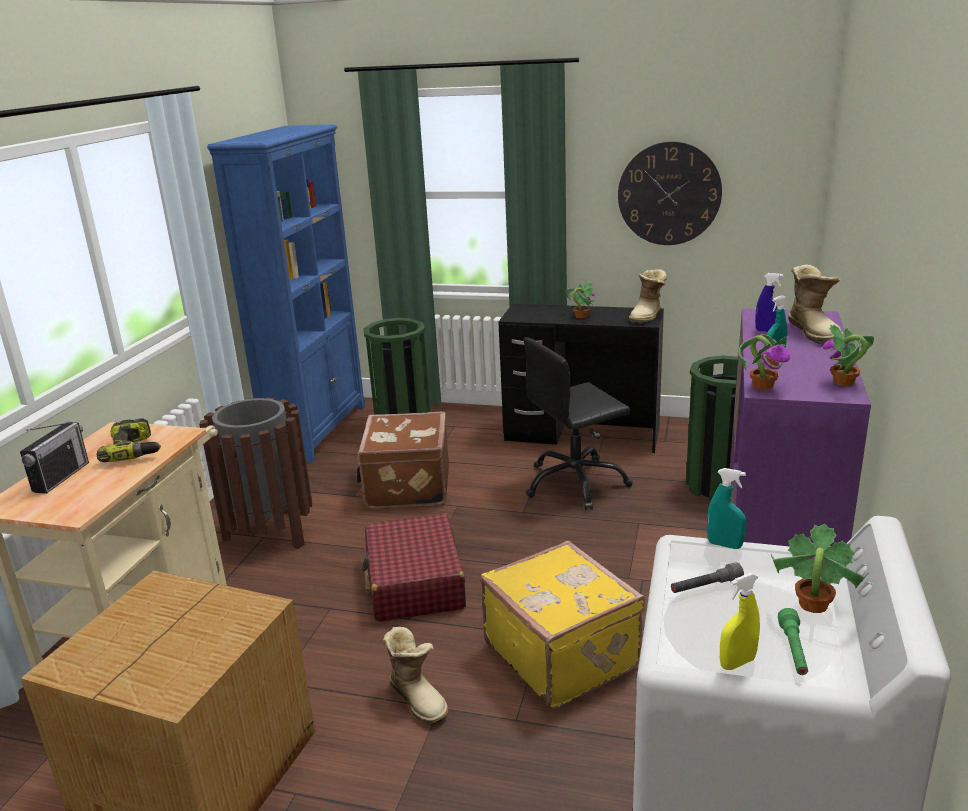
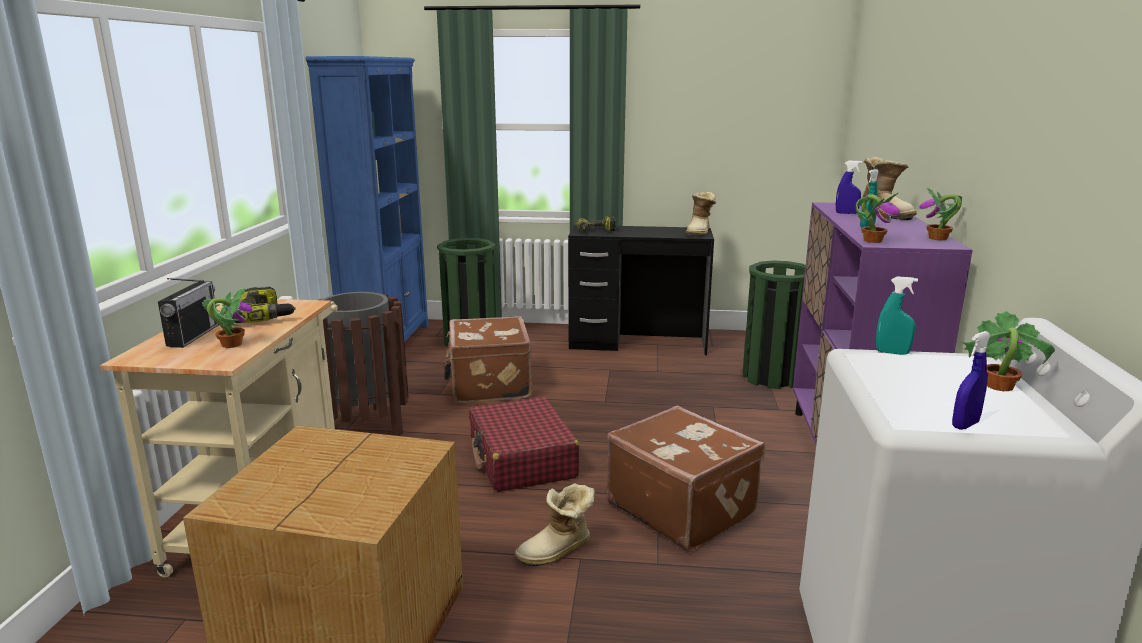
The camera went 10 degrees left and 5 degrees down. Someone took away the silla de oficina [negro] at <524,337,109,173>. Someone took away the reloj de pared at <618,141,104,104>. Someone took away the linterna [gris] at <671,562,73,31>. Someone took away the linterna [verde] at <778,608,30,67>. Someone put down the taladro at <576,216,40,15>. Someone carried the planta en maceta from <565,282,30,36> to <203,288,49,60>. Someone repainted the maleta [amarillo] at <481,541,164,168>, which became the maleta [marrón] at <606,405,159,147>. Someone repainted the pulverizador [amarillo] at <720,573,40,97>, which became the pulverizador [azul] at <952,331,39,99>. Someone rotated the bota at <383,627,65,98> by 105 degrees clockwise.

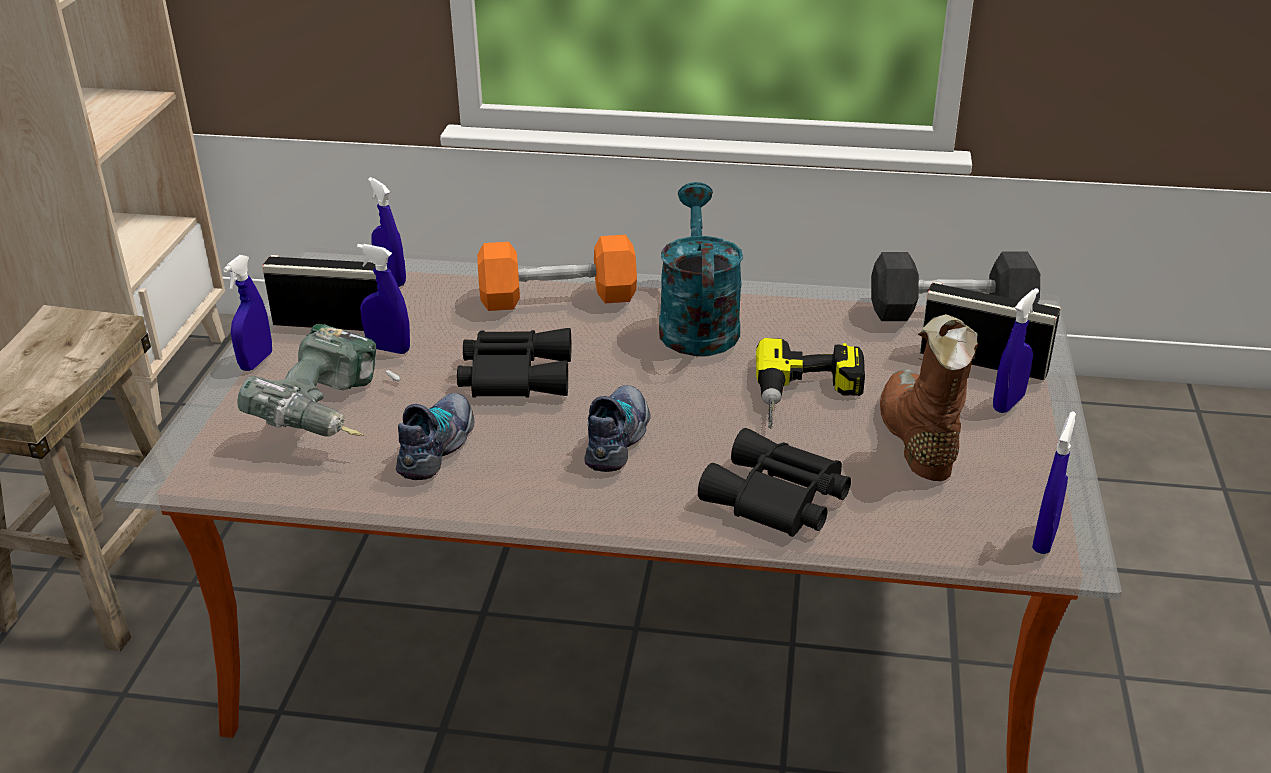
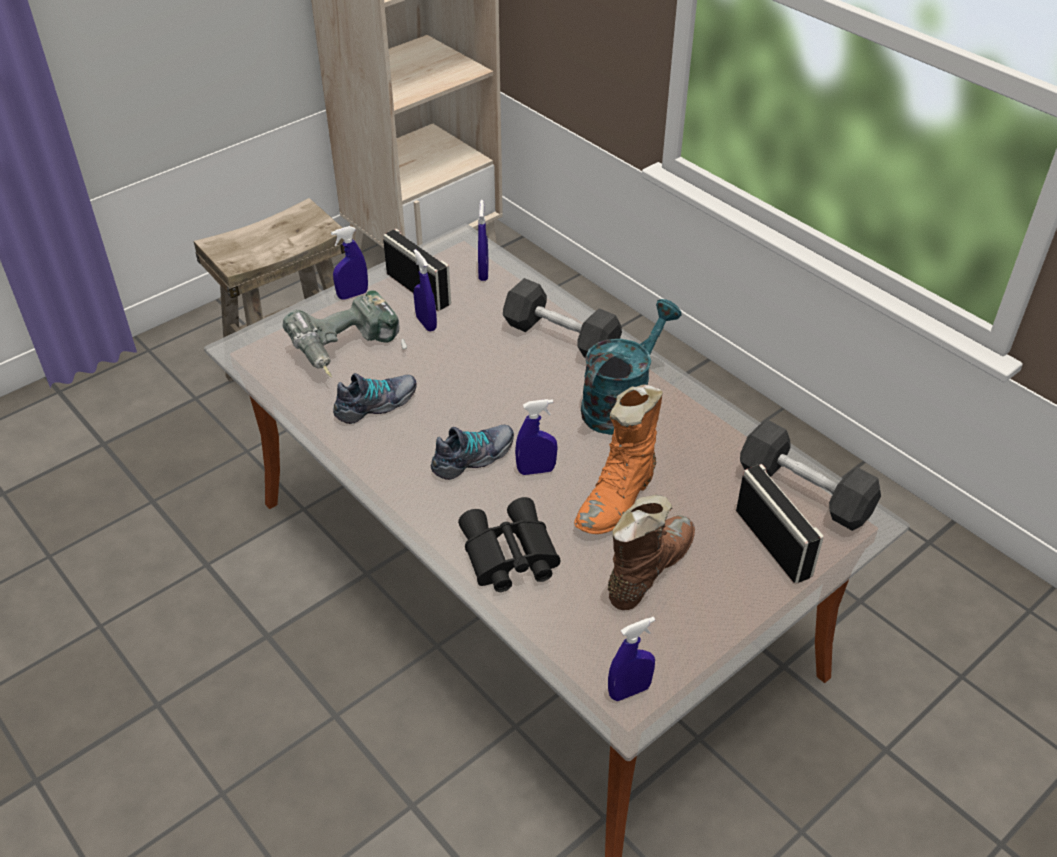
The camera went 40 degrees right and 10 degrees up. Someone took away the prismáticos [negro] at <457,328,114,70>. Someone carried the pulverizador [azul] from <993,288,46,125> to <515,399,43,76>. Someone swapped the taladro at <756,338,109,91> for the bota [naranja] at <574,384,89,150>. Someone repainted the mancuerna [naranja] at <477,235,160,76>, which became the mancuerna [negro] at <503,278,119,79>.

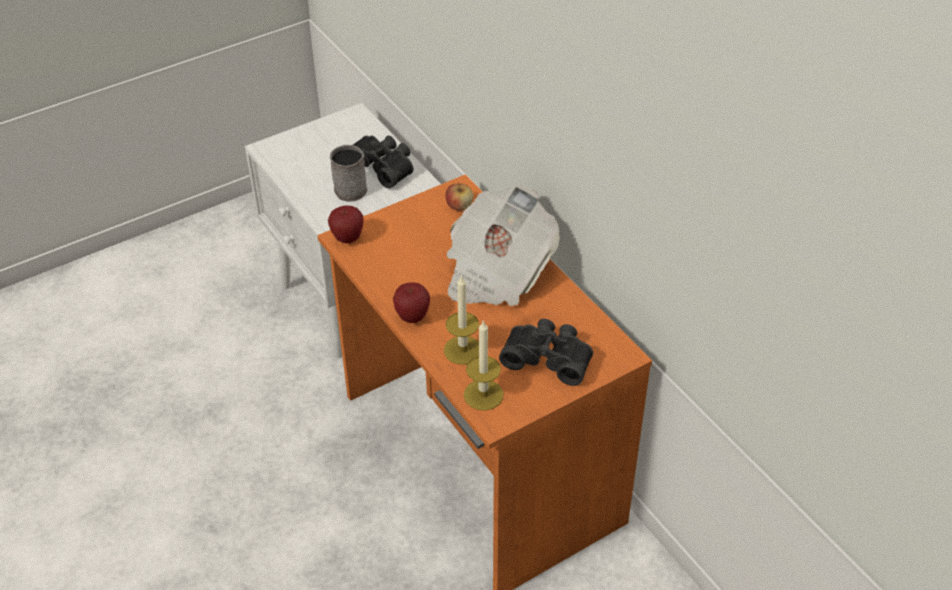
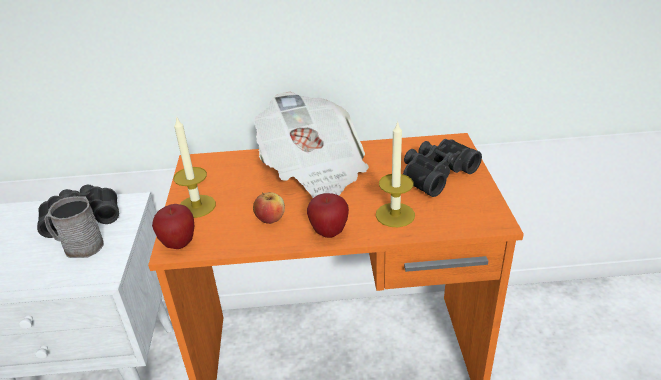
The camera went 60 degrees left and 10 degrees down. Someone carried the manzana from <445,182,28,29> to <253,192,32,32>. Someone carried the vela from <464,320,40,91> to <173,116,43,102>.

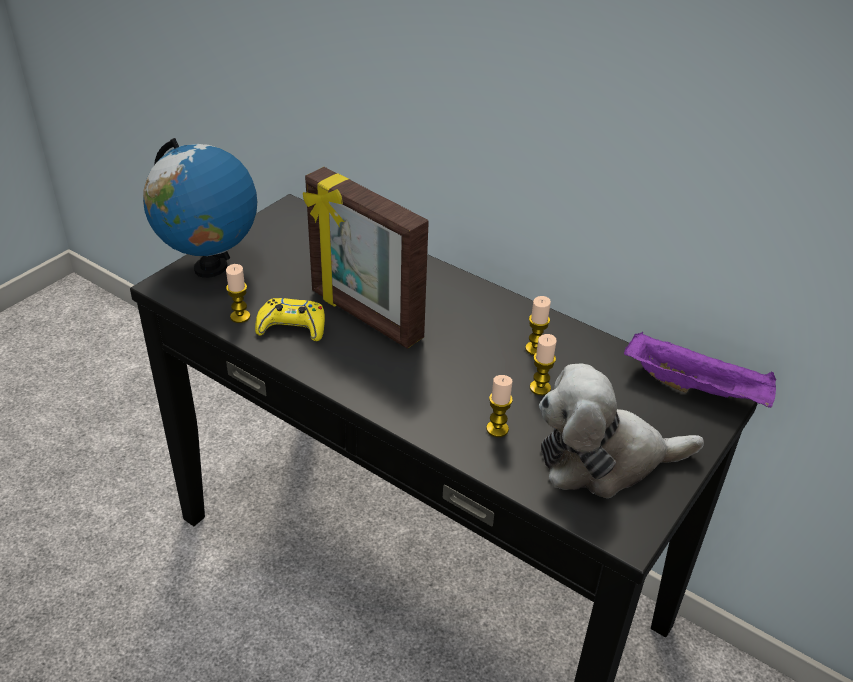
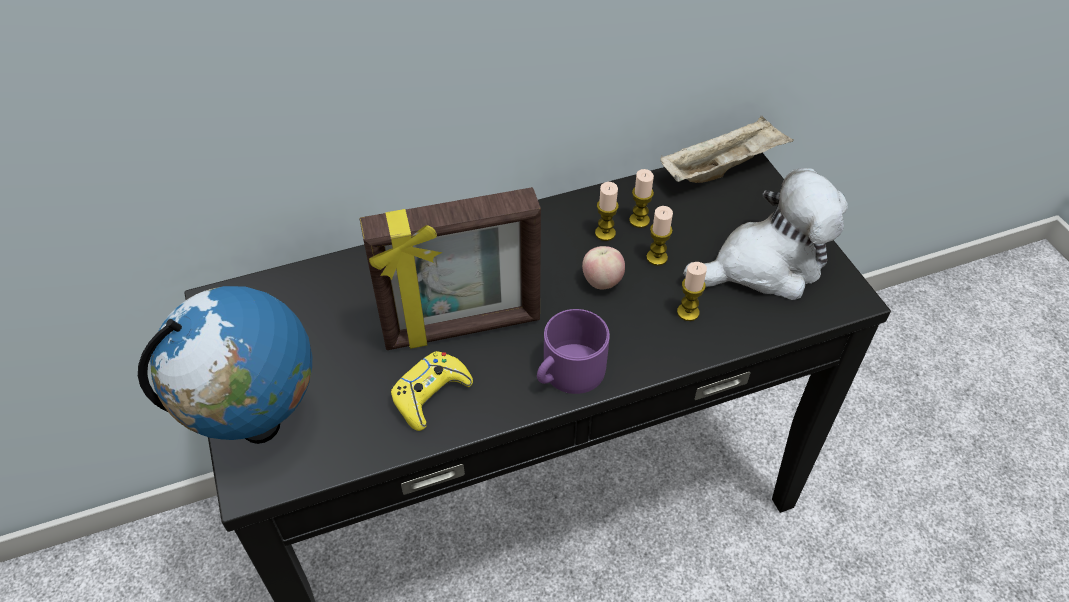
The camera went 55 degrees left and 10 degrees up. Someone put down the taza grande [morado] at <537,309,73,85>. Someone put down the manzana at <582,246,43,43>. Someone carried the vela from <226,264,24,59> to <629,169,25,59>. Someone repainted the bandeja [morado] at <624,332,152,76>, which became the bandeja [beis] at <660,116,134,67>. Someone rotated the peluche at <539,364,165,134> by 135 degrees counterclockwise.

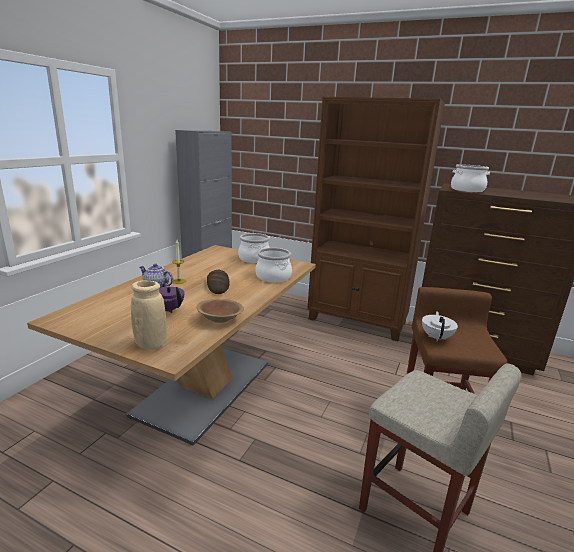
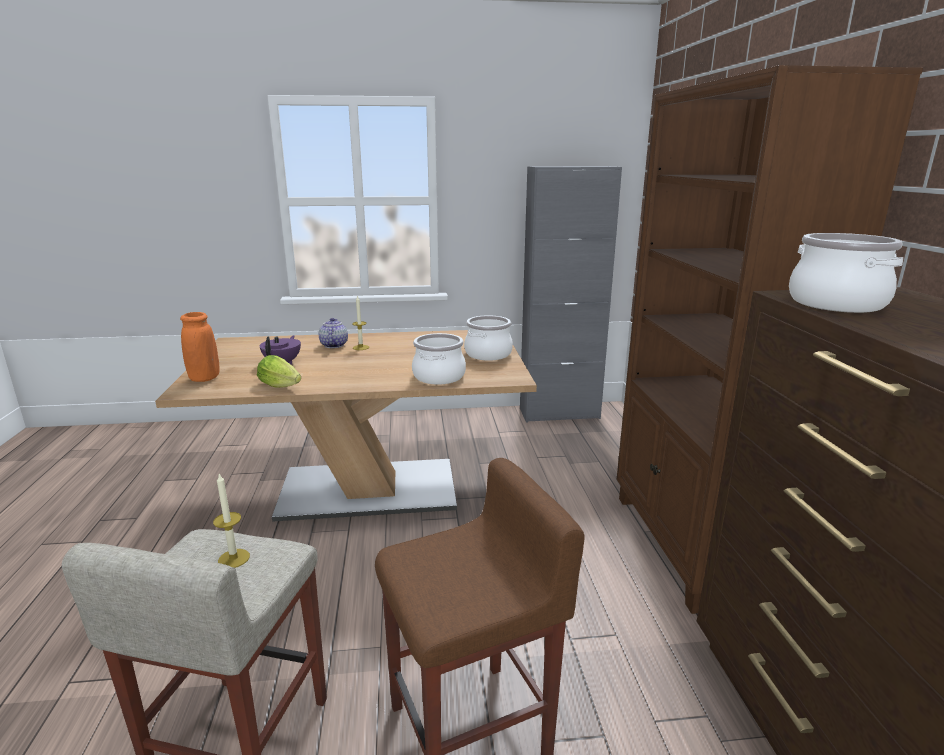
The camera went 60 degrees right and 0 degrees up. Someone took away the pan at <207,270,23,24>. Someone took away the tetera [blanco] at <422,311,36,31>. Someone put down the vela at <213,474,37,94>. Someone swapped the cuenco [marrón] at <196,299,48,24> for the lechuga at <257,355,44,33>. Someone repainted the florero [beis] at <131,280,36,70>, which became the florero [naranja] at <180,312,40,70>.

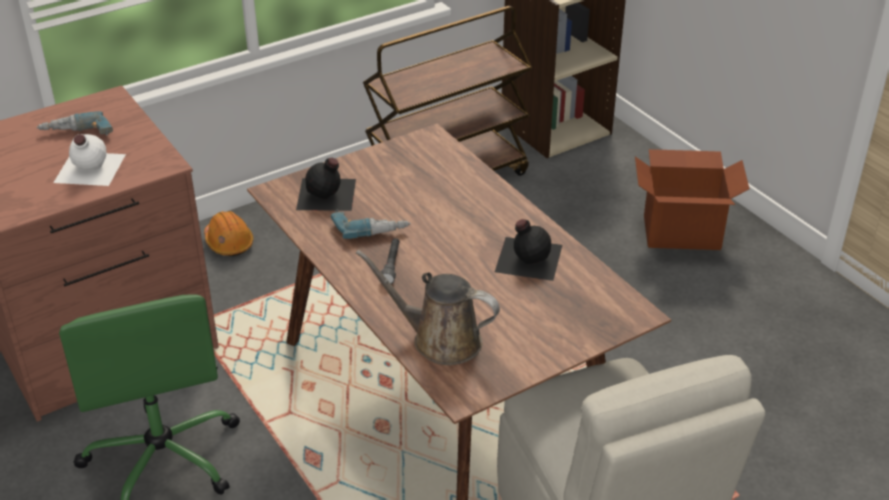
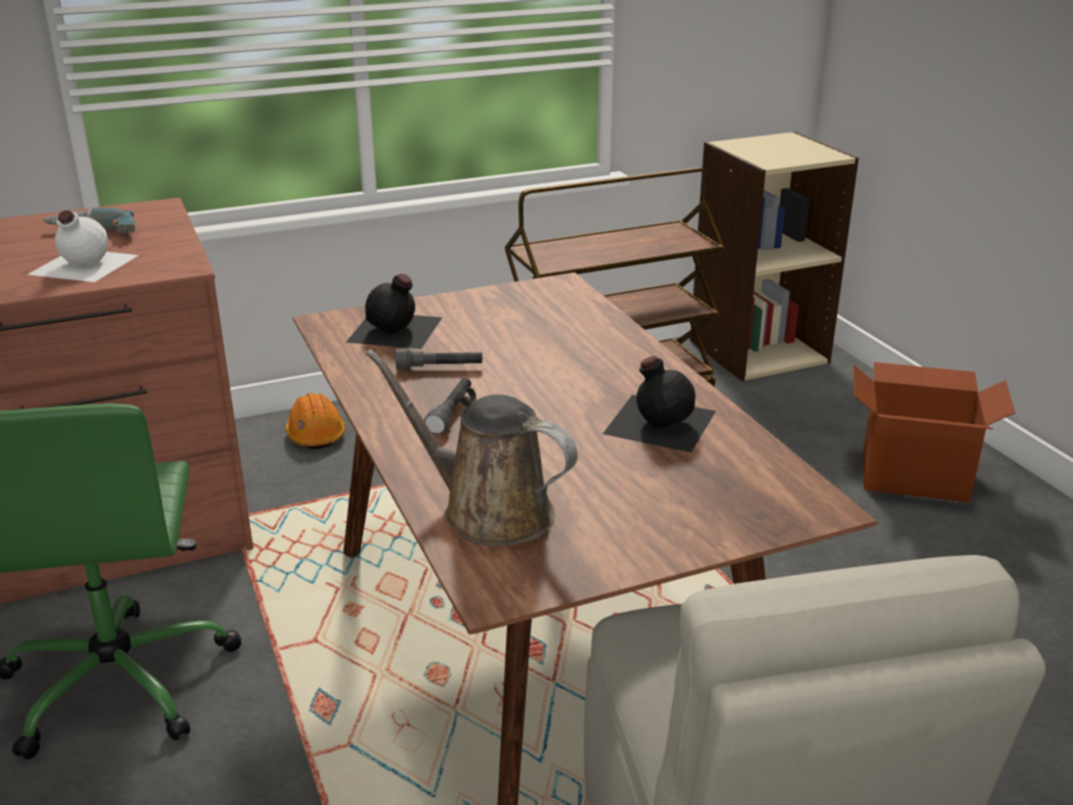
The camera went 10 degrees right and 10 degrees down. Someone swapped the taladro at <331,210,79,29> for the linterna [gris] at <395,348,87,22>.

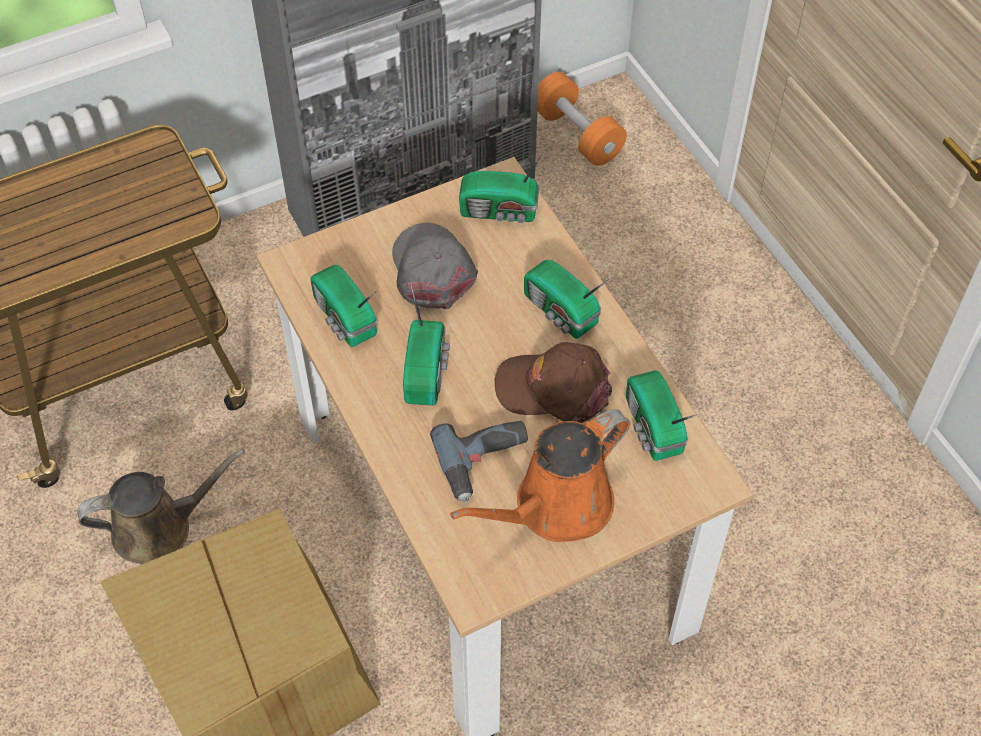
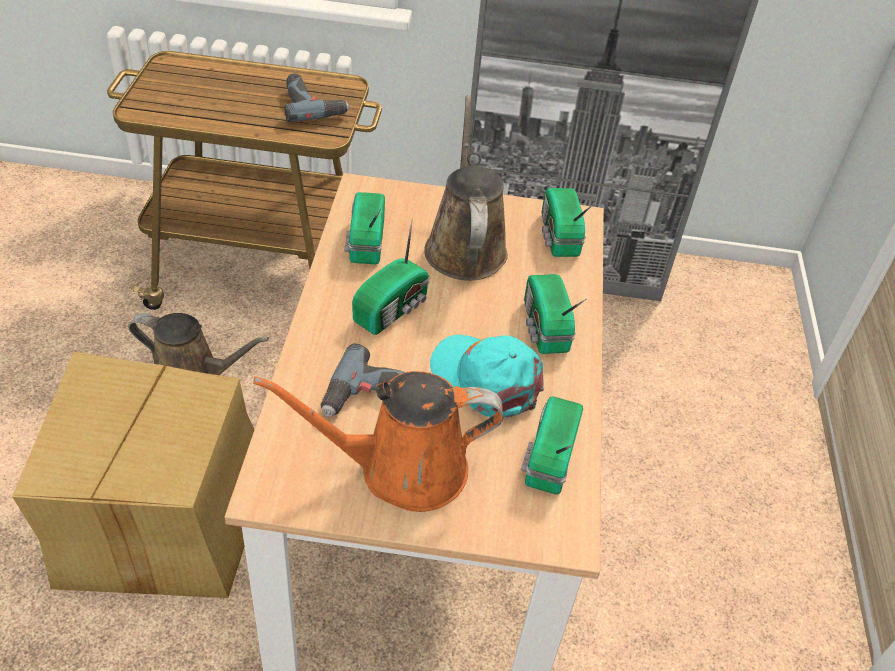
The camera went 30 degrees right and 10 degrees down. Someone took away the mancuerna [naranja] at <537,72,90,94>. Someone put down the taladro at <284,73,66,49>. Someone swapped the gorra [gris] at <392,223,86,86> for the regadera [marrón] at <424,95,84,186>. Someone repainted the gorra [marrón] at <494,342,118,81>, which became the gorra [turquesa] at <430,335,114,83>. Someone rotated the radio at <459,150,86,73> by 45 degrees clockwise.

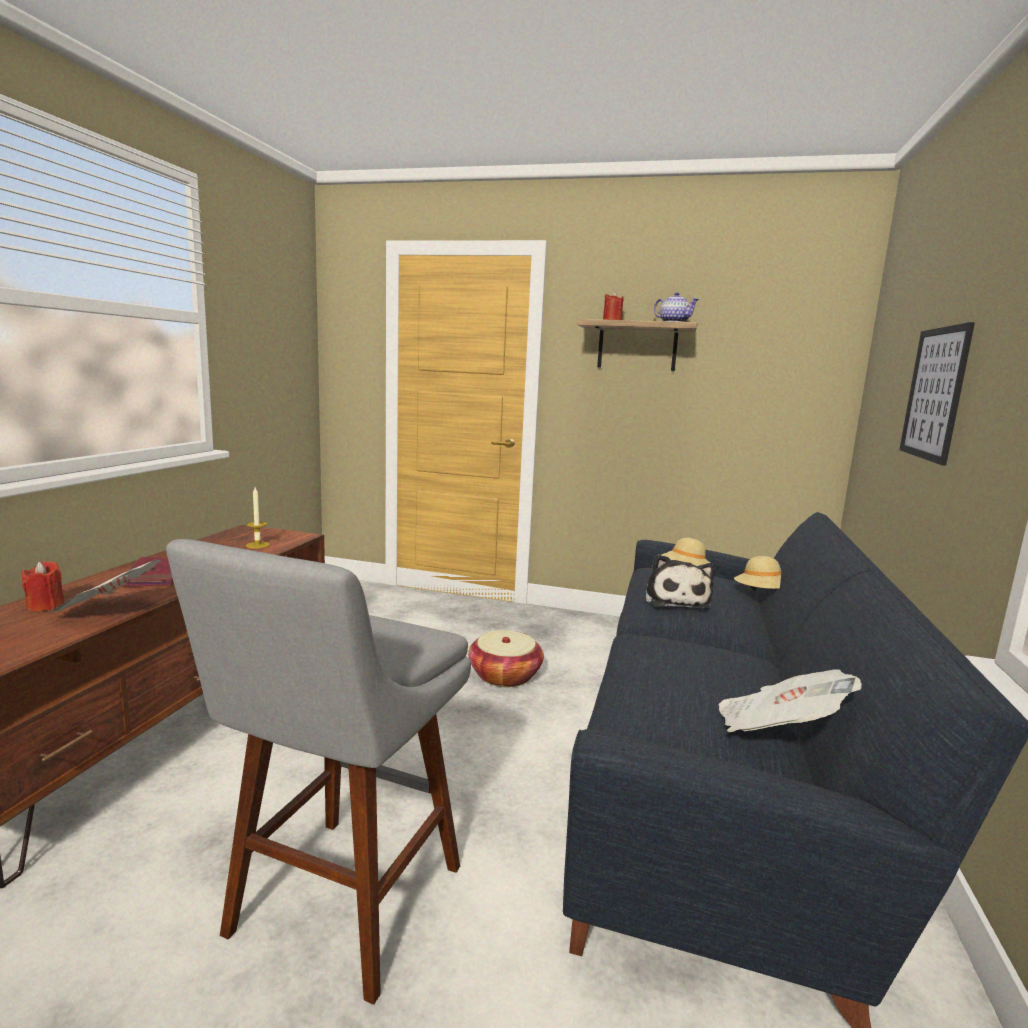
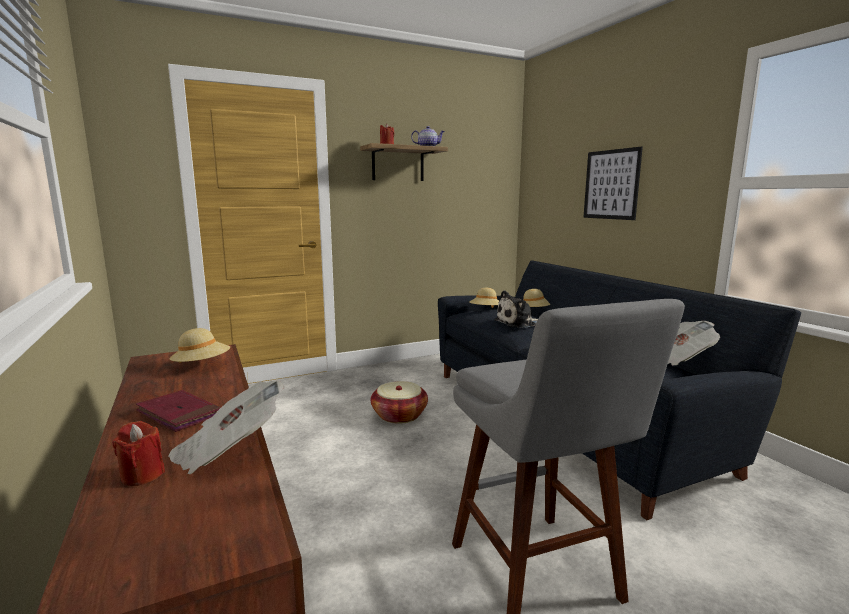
The camera went 40 degrees left and 0 degrees up. Someone swapped the vela at <246,487,24,62> for the sombrero [beis] at <170,328,60,35>. Someone rotated the peluche at <645,554,70,55> by 105 degrees clockwise.

